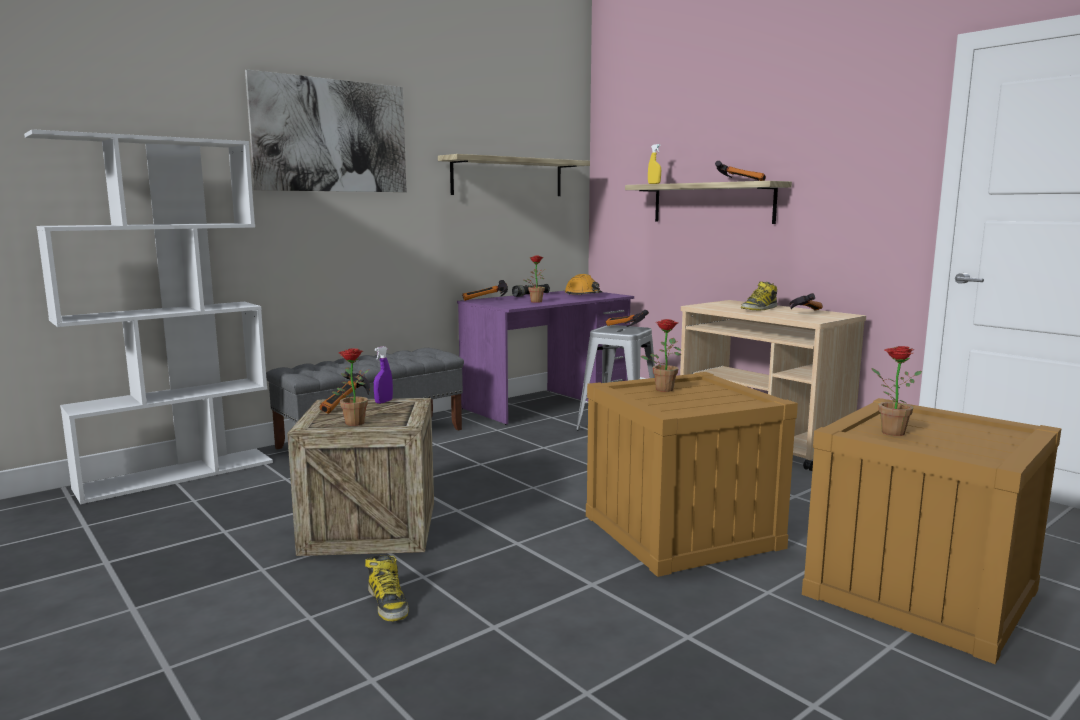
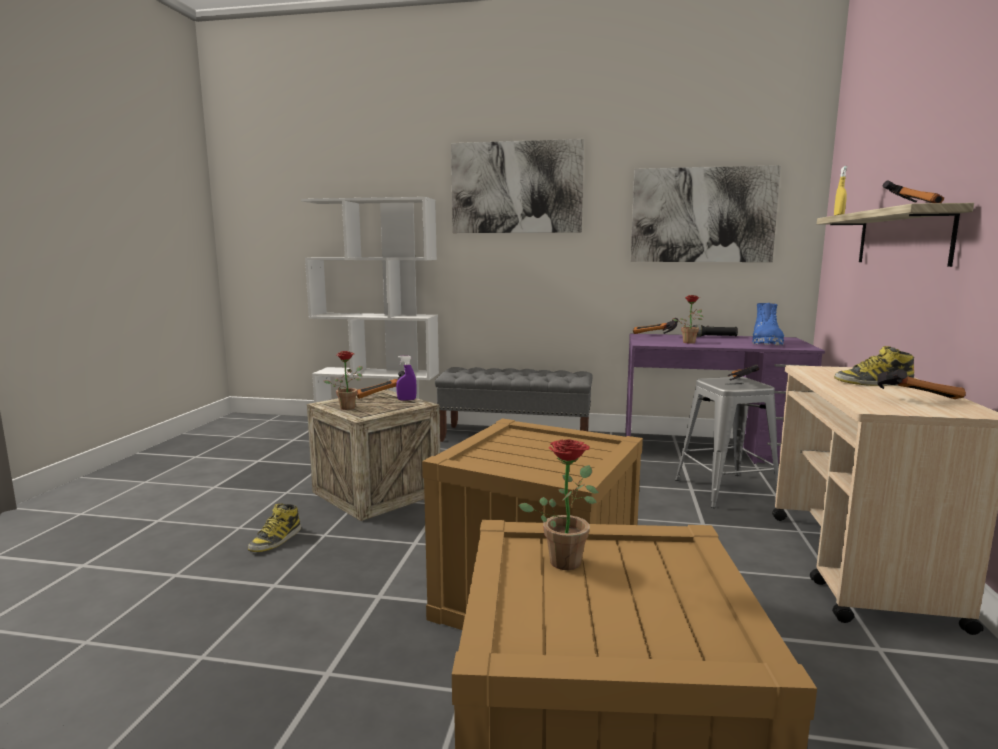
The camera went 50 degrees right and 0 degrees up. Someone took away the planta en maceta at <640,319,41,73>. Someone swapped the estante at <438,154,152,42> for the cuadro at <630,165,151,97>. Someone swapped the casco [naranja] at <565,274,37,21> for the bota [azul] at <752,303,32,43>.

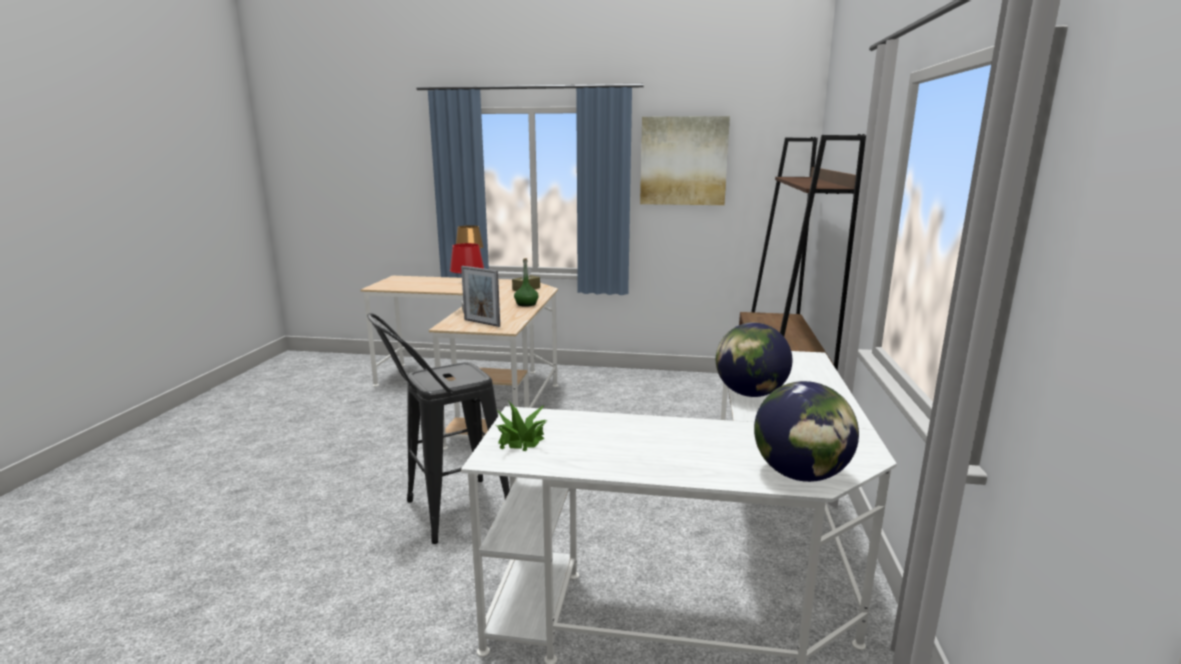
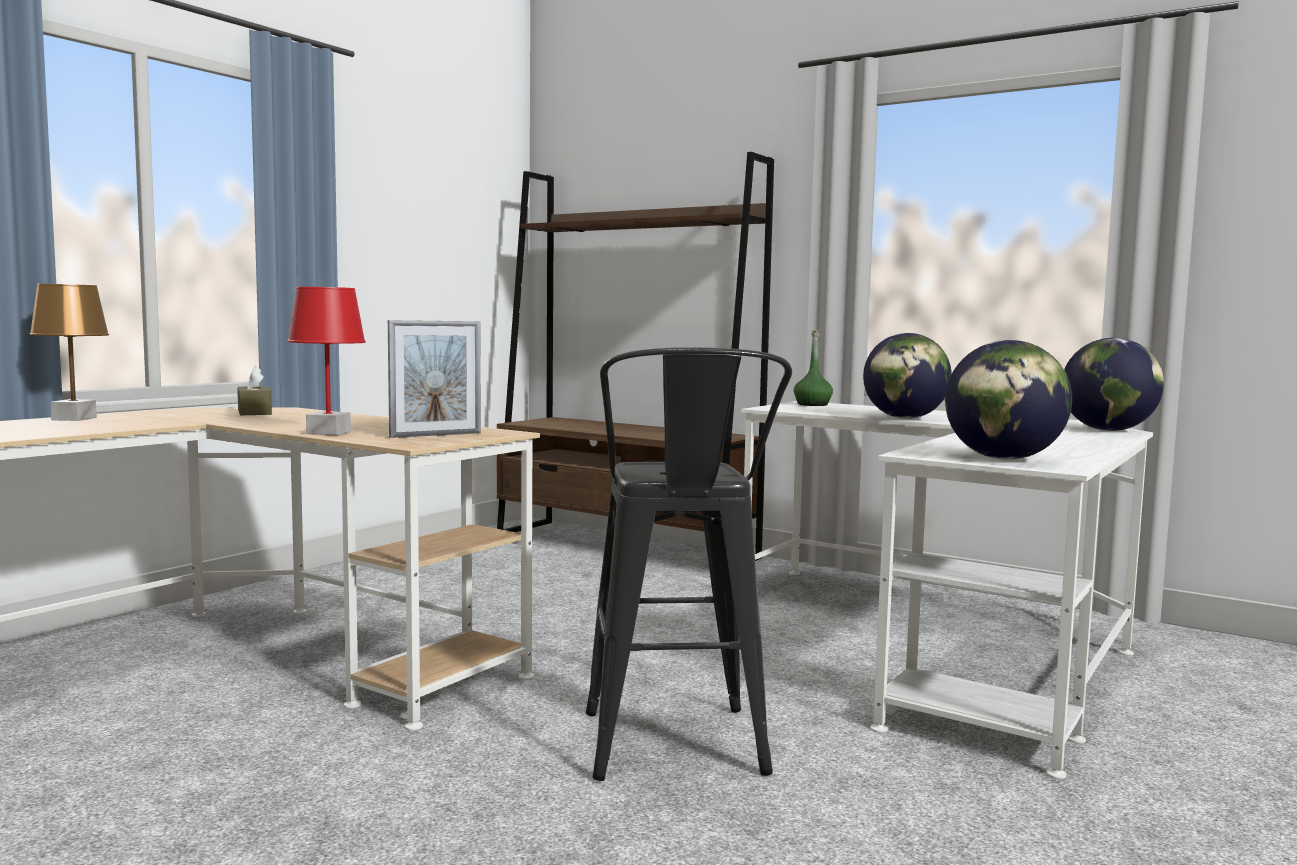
The camera went 65 degrees left and 10 degrees down. Someone took away the cuadro at <640,116,90,89>. Someone carried the botella [verde] from <514,258,25,49> to <794,330,39,76>. Someone swapped the planta en maceta at <496,402,51,49> for the globo terráqueo at <945,340,127,120>.

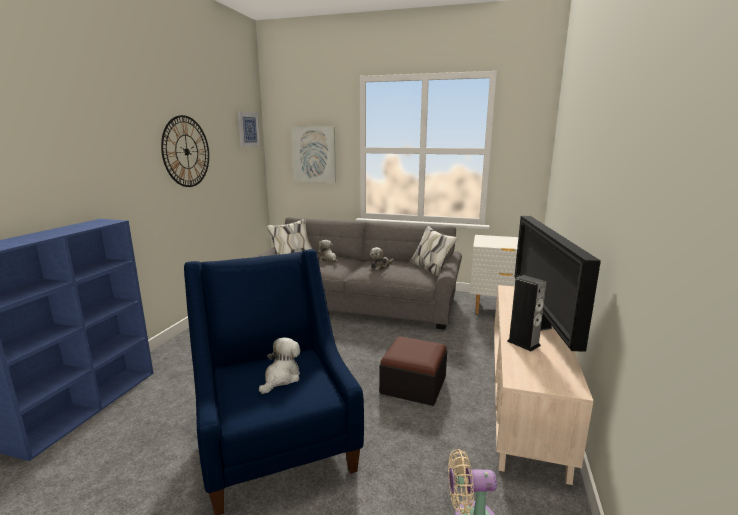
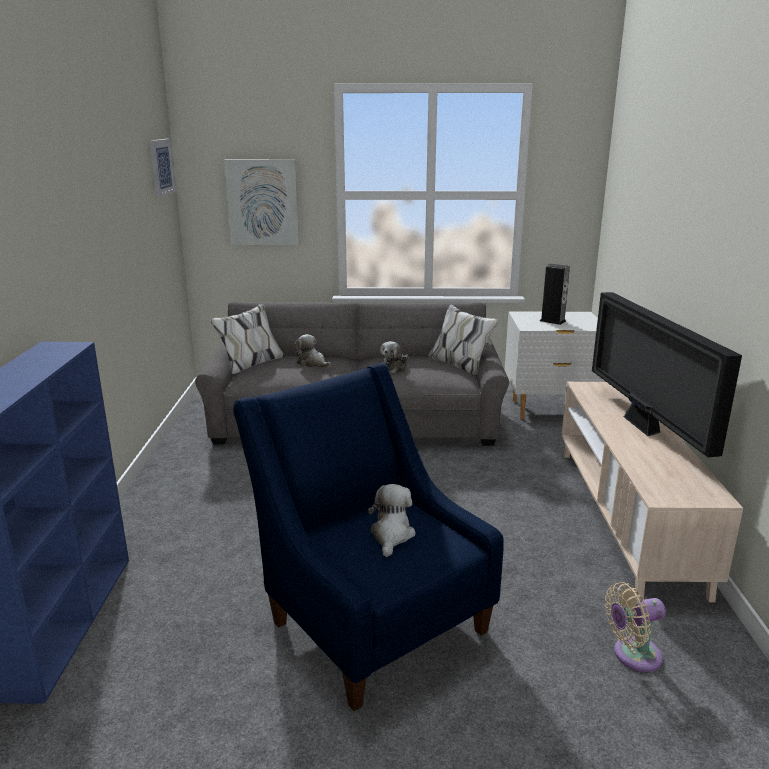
The camera went 15 degrees left and 5 degrees up. Someone took away the reloj de pared at <161,115,48,72>. Someone took away the puf at <379,336,68,70>. Someone carried the altavoz from <507,275,40,76> to <540,264,30,61>.

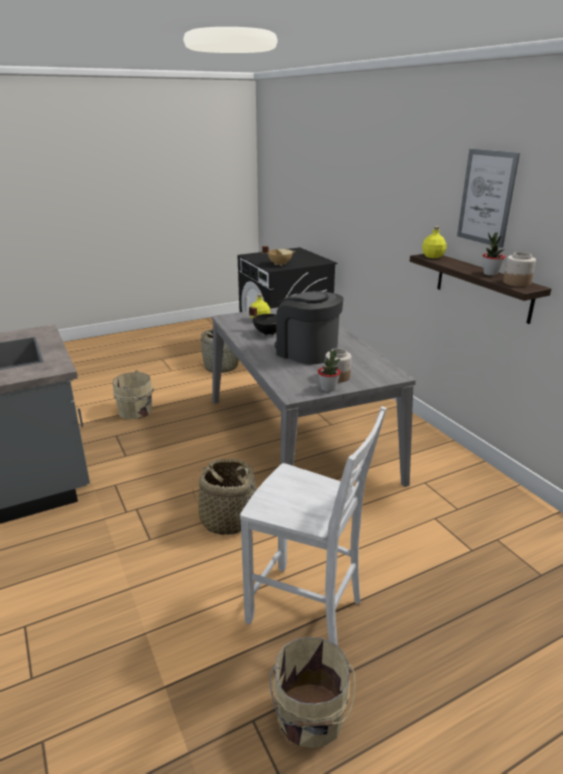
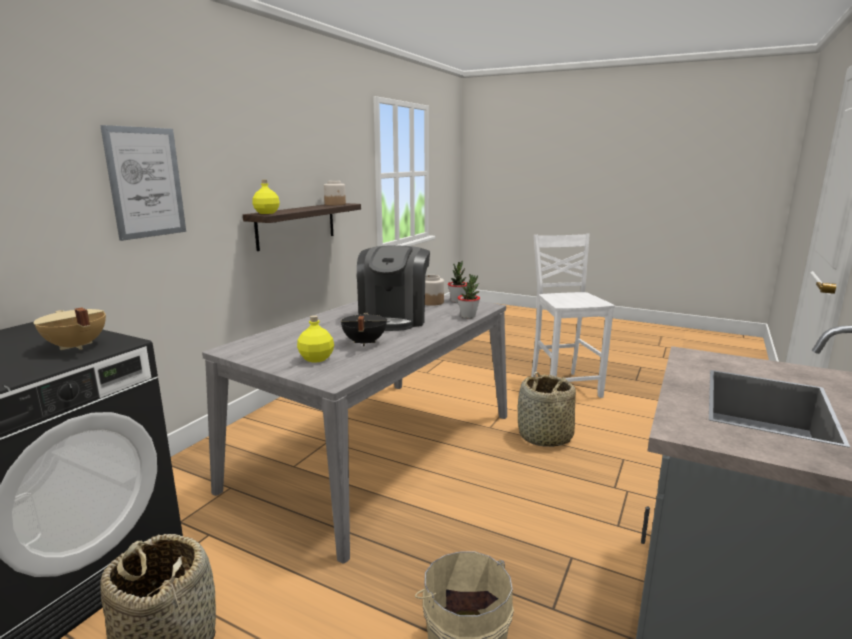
The camera went 125 degrees left and 10 degrees down. Someone took away the cubo [beis] at <270,637,86,111>. Someone carried the cuadro from <457,149,63,99> to <100,125,86,116>. Someone carried the planta en maceta from <482,232,23,44> to <457,274,23,44>.

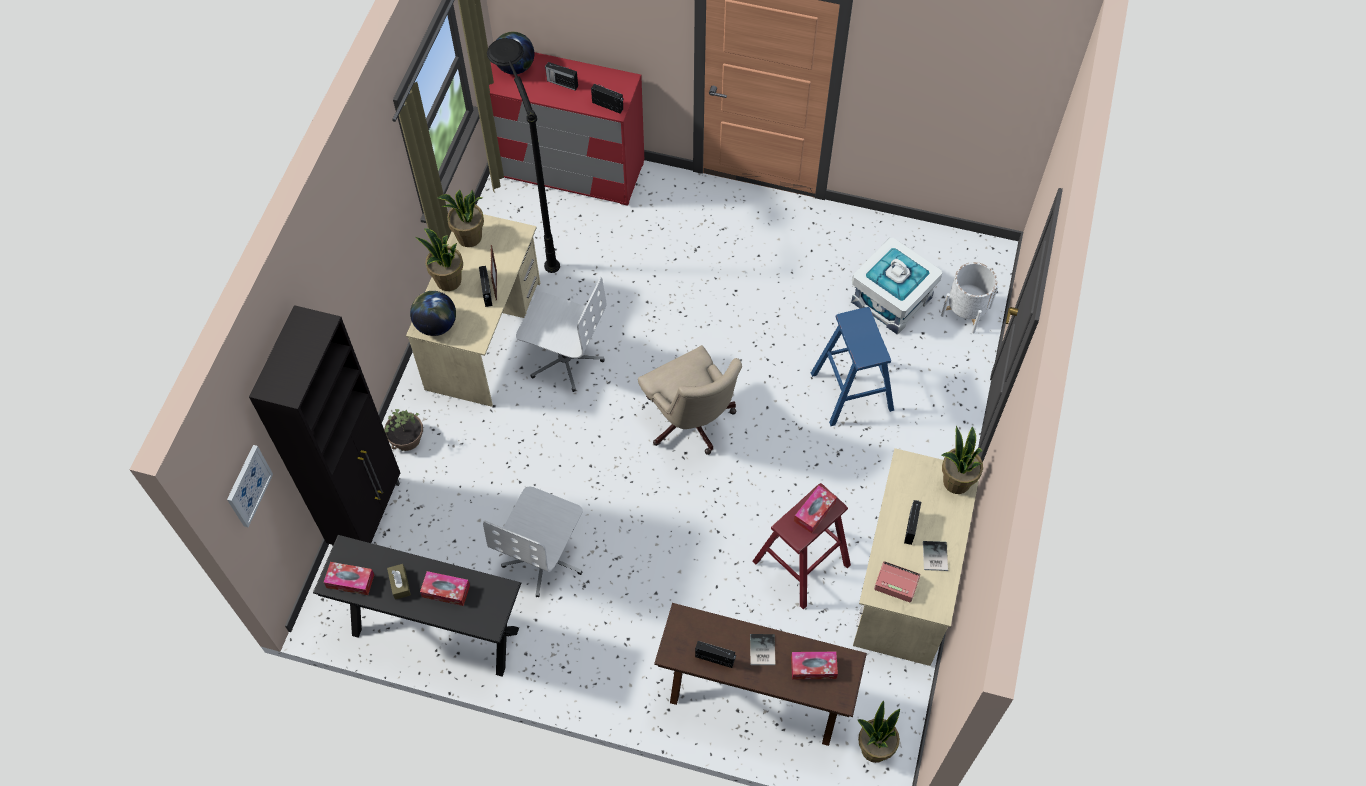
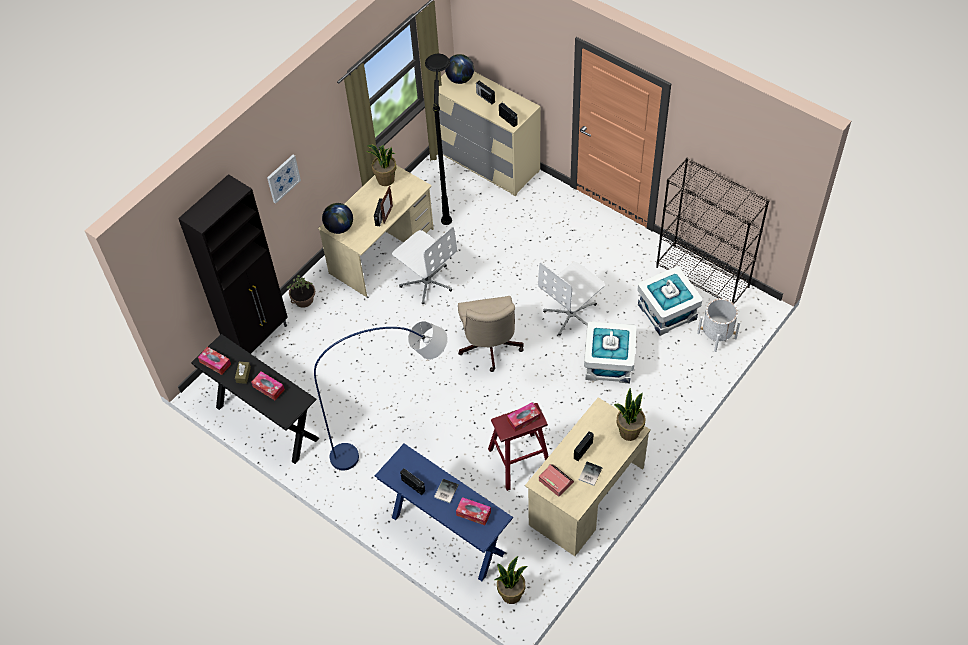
The camera went 25 degrees right and 5 degrees down. Someone took away the planta en maceta at <415,228,48,63>. Someone put down the lámpara de pie [azul] at <314,321,134,149>. Someone put down the estantería [negro] at <656,157,114,147>. Someone carried the cuadro from <227,445,46,82> to <267,155,34,49>. Someone carried the silla de oficina [blanco] from <483,487,100,111> to <538,262,67,74>. Someone swapped the taburete [azul] at <811,307,83,119> for the caja de almacenaje [blanco] at <584,321,53,62>. Someone repainted the cómoda [rojo] at <489,52,155,154>, which became the cómoda [beis] at <439,72,101,124>. Someone repainted the mesa consola [marrón] at <654,603,213,143>, which became the mesa consola [azul] at <375,444,138,137>.

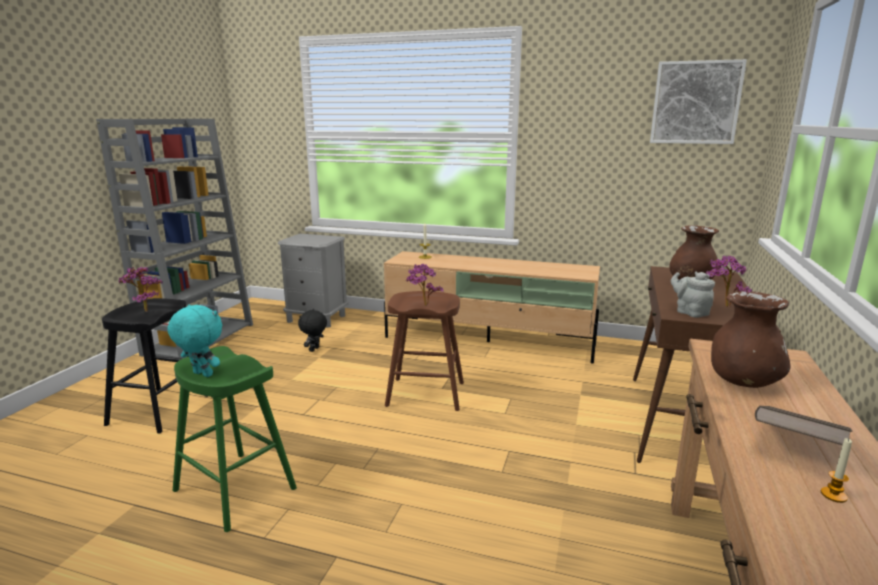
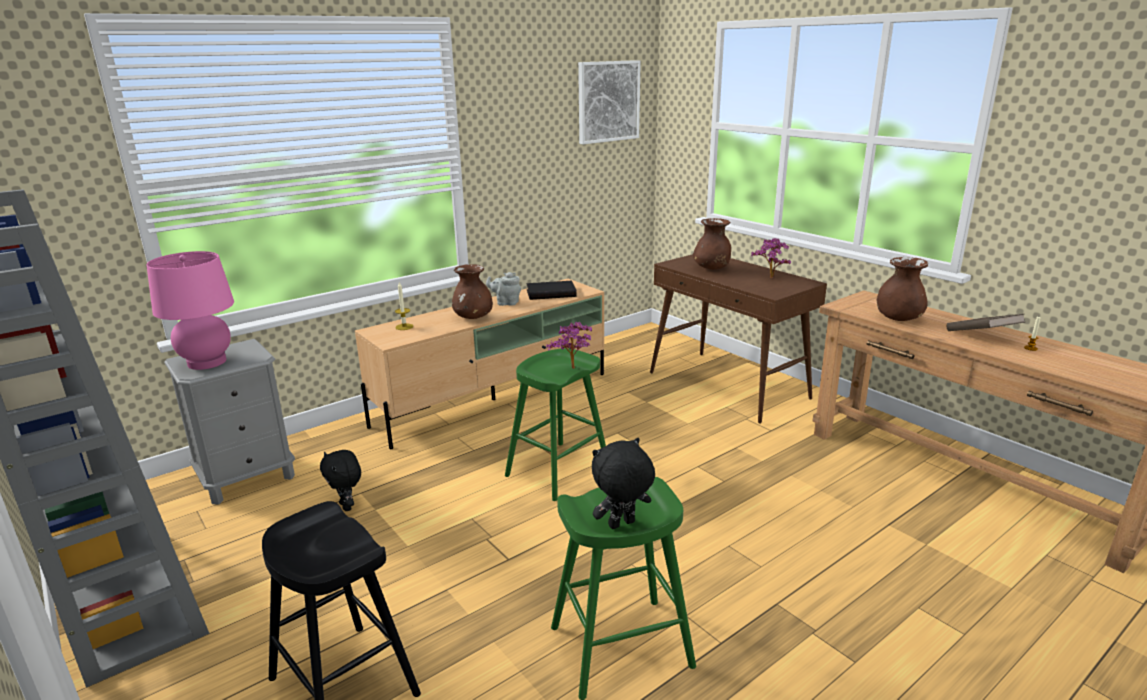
The camera went 55 degrees left and 5 degrees up. Someone took away the planta en maceta at <118,267,45,45>. Someone put down the lámpara de mesa [rosa] at <146,251,88,119>. Someone put down the florero [marrón] at <452,264,41,55>. Someone put down the libro [negro] at <526,281,51,19>. Someone carried the tetera [gris] from <671,272,44,46> to <486,272,35,34>. Someone repainted the peluche [turquesa] at <168,304,54,73>, which became the peluche [negro] at <592,438,63,91>. Someone repainted the taburete [marrón] at <385,291,79,120>, which became the taburete [verde] at <505,348,101,153>.

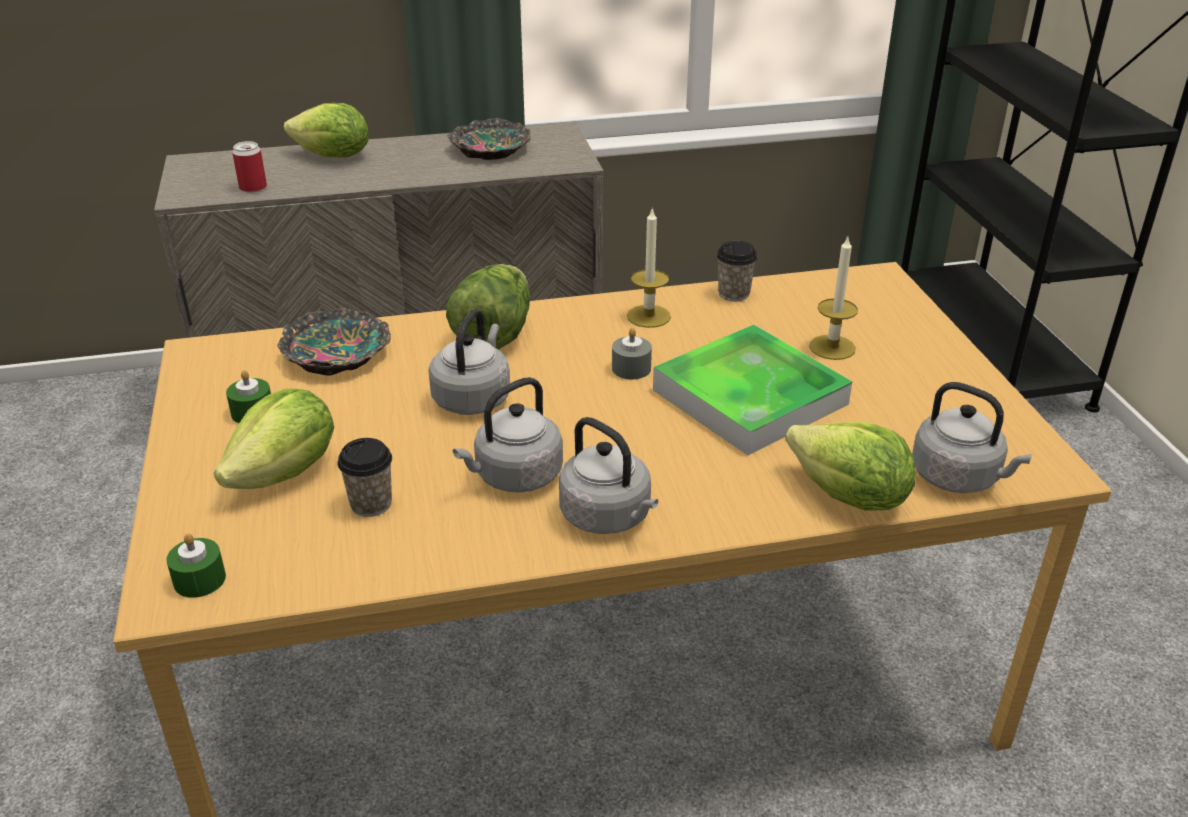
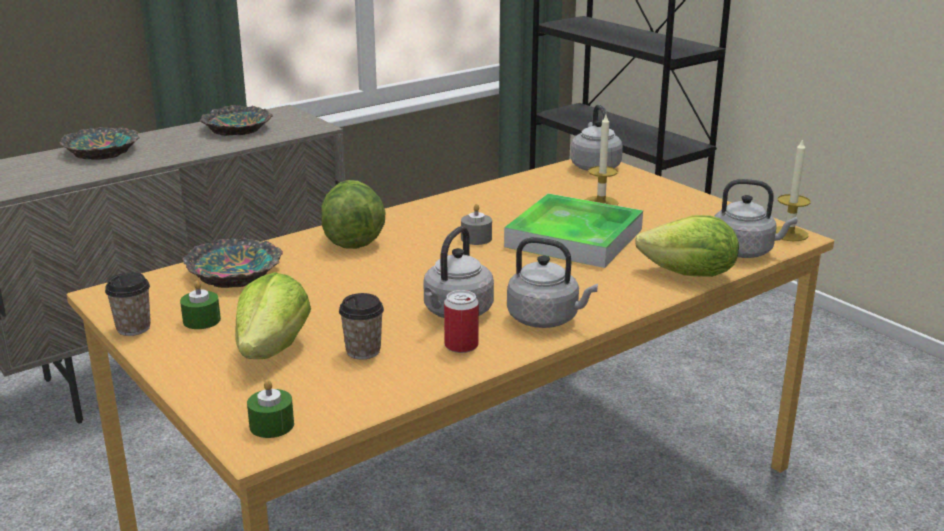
The camera went 25 degrees left and 10 degrees down. Someone carried the lata from <232,141,35,52> to <444,290,35,63>. Someone carried the hervidor [gris] from <428,309,82,106> to <571,104,52,67>. Someone carried the vela from <627,208,44,120> to <776,138,34,103>. Someone carried the taza from <716,241,42,60> to <105,272,46,64>. Someone swapped the lechuga at <284,103,85,55> for the cuenco at <59,127,81,33>.

